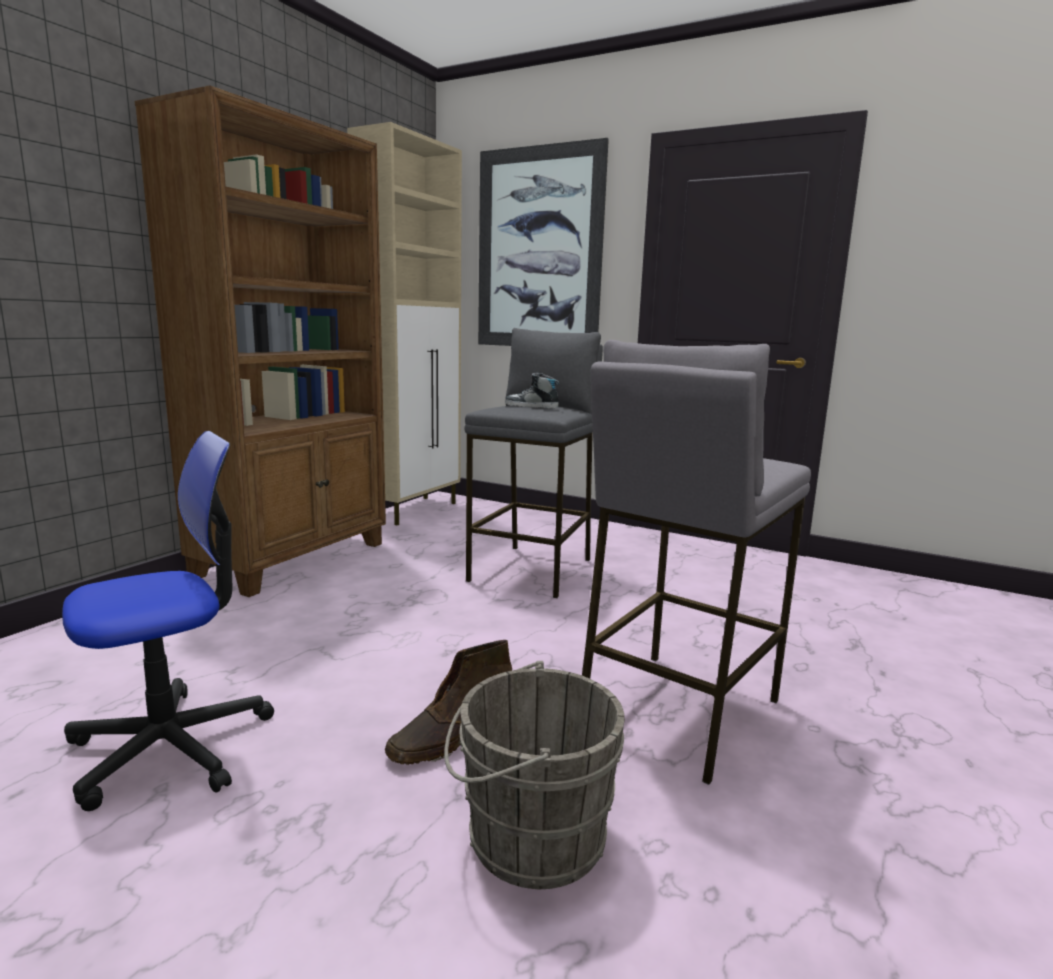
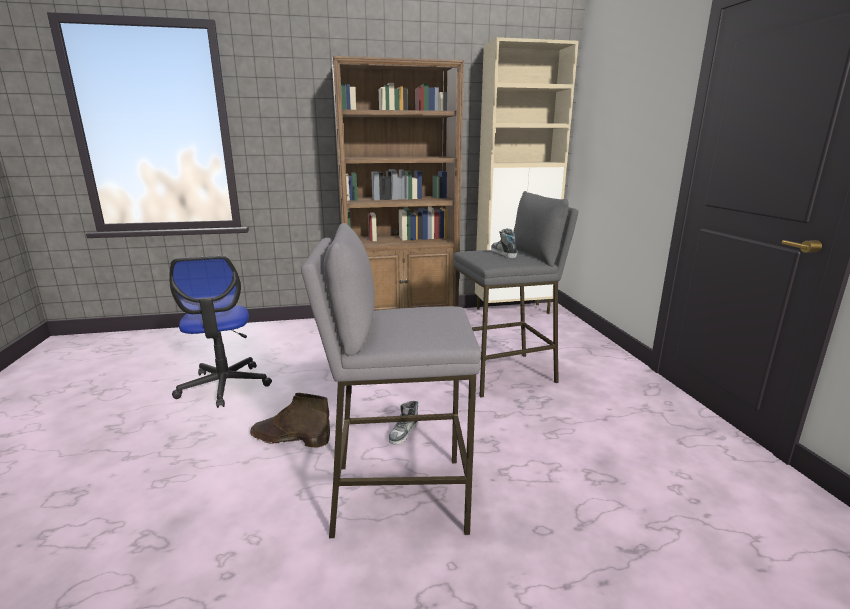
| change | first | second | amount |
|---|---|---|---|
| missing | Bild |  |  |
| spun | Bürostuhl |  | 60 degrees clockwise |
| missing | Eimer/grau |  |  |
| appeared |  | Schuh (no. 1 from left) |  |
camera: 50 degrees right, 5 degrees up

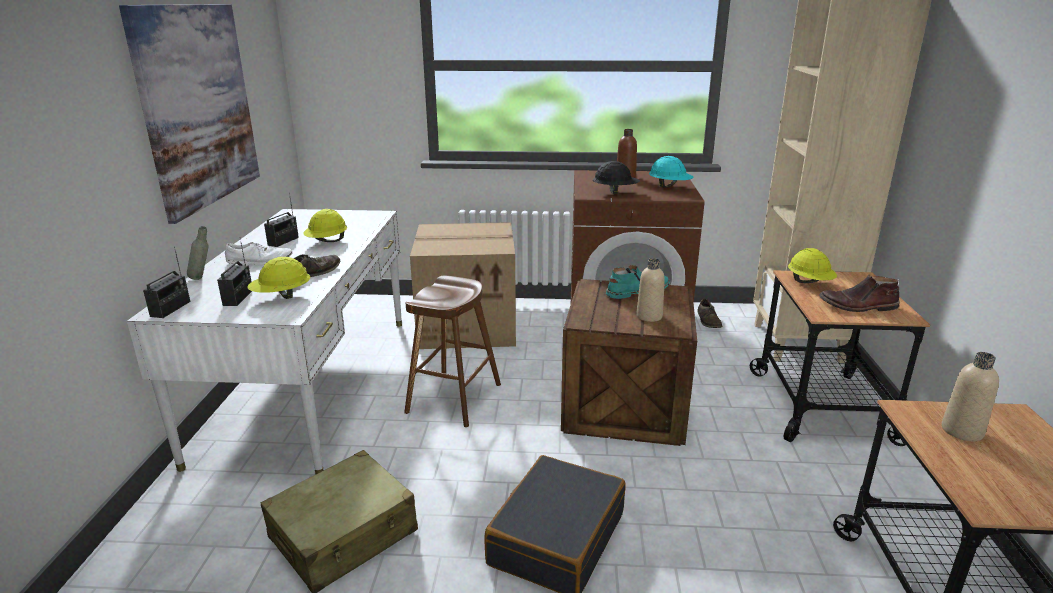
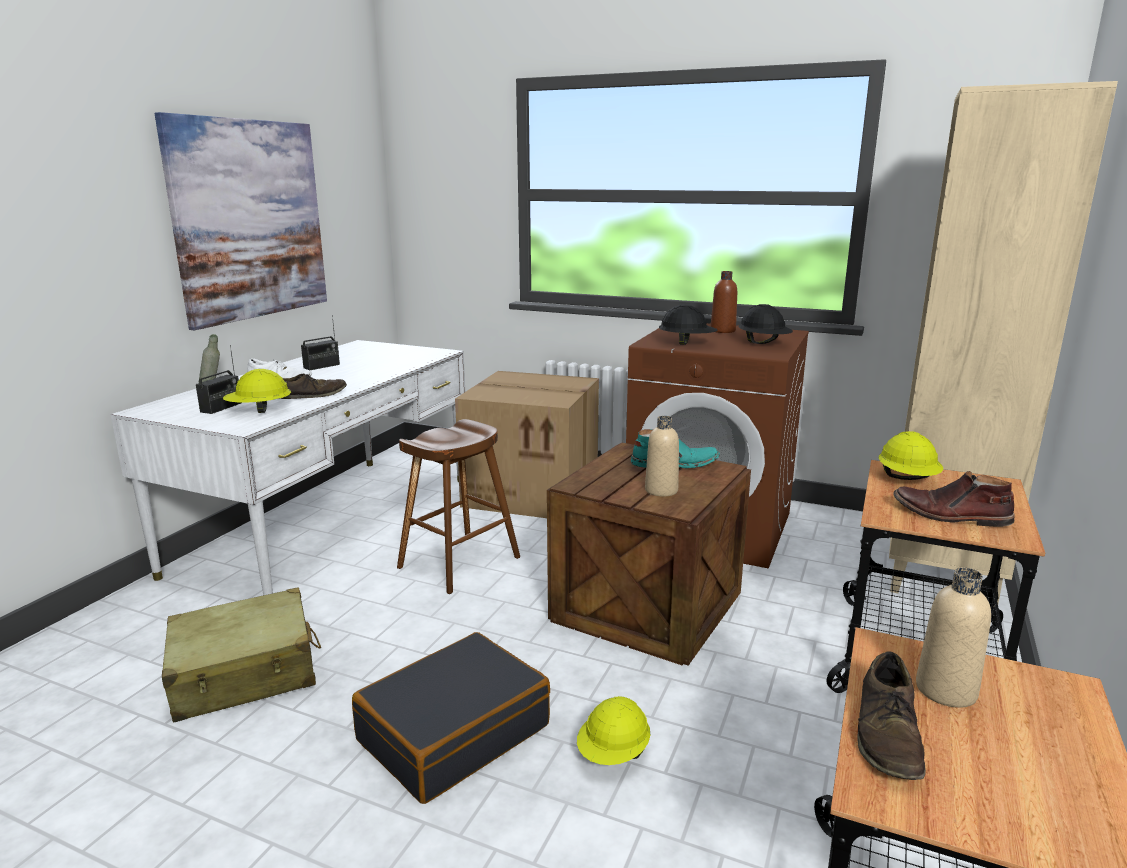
| change | first | second | amount |
|---|---|---|---|
| colour | Schutzhelm/türkis | Schutzhelm/schwarz (no. 2 from left) |  |
| relocated | Schutzhelm/gelb (no. 2 from left) |  |  |
| missing | Radio (no. 1 from left) |  |  |
| relocated | Schuh/braun (no. 2 from left) |  |  |
camera: 20 degrees right, 5 degrees down

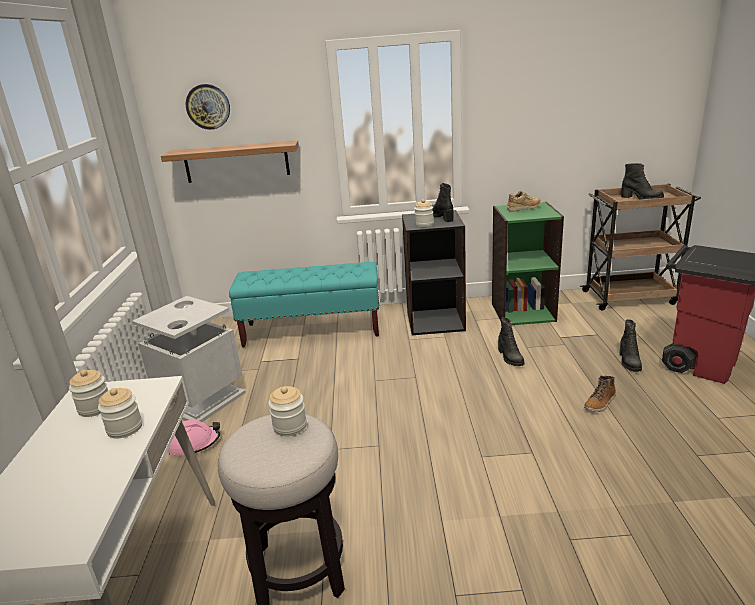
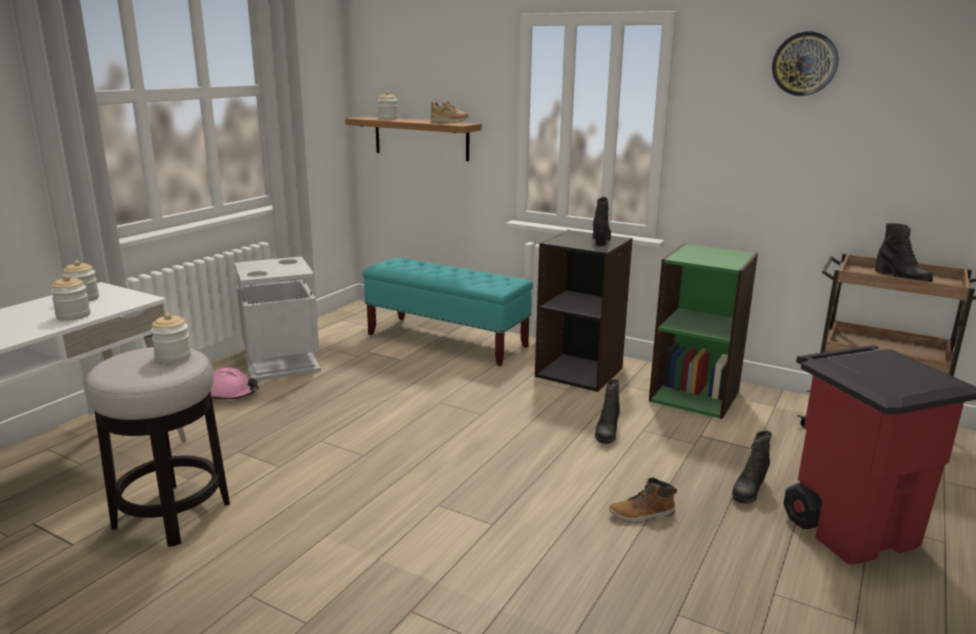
| change | first | second | amount |
|---|---|---|---|
| relocated | Wanduhr |  |  |
| relocated | Schuh/beige |  |  |
| relocated | Vorratsglas (no. 4 from left) |  |  |
camera: 30 degrees right, 5 degrees down

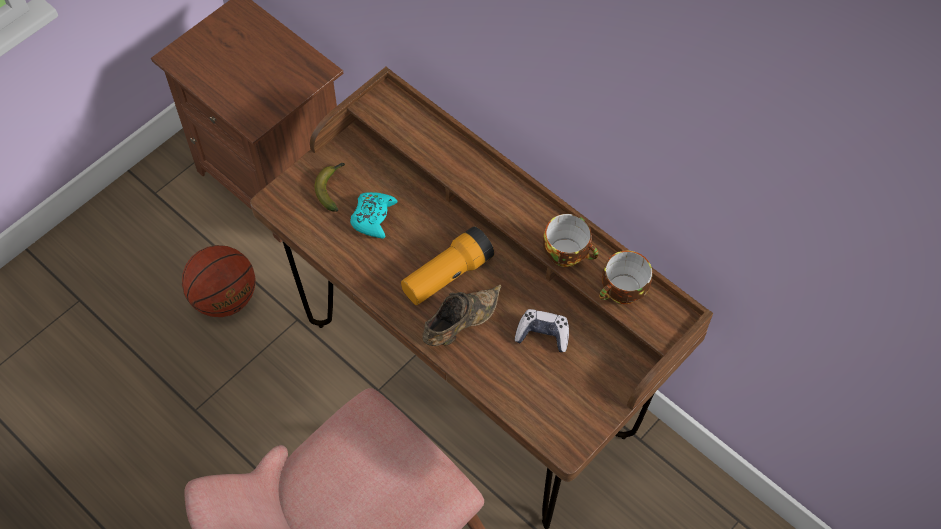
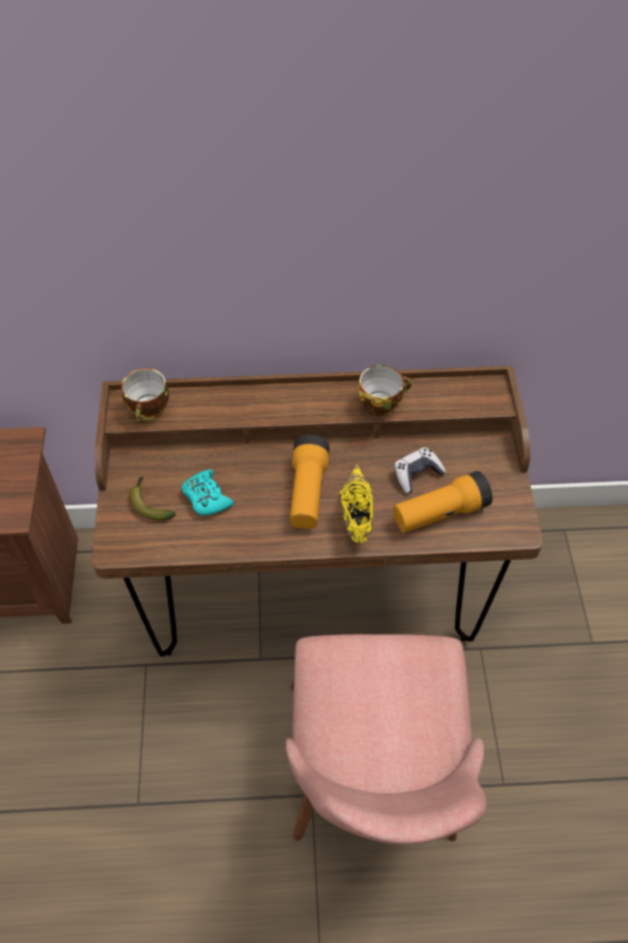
| change | first | second | amount |
|---|---|---|---|
| missing | Basketball |  |  |
| relocated | Tasse (no. 2 from left in the first image) | Tasse (no. 1 from left) |  |
| colour | Schuh/braun | Schuh/gelb |  |
| appeared |  | Taschenlampe (no. 2 from left) |  |
camera: 45 degrees left, 5 degrees down

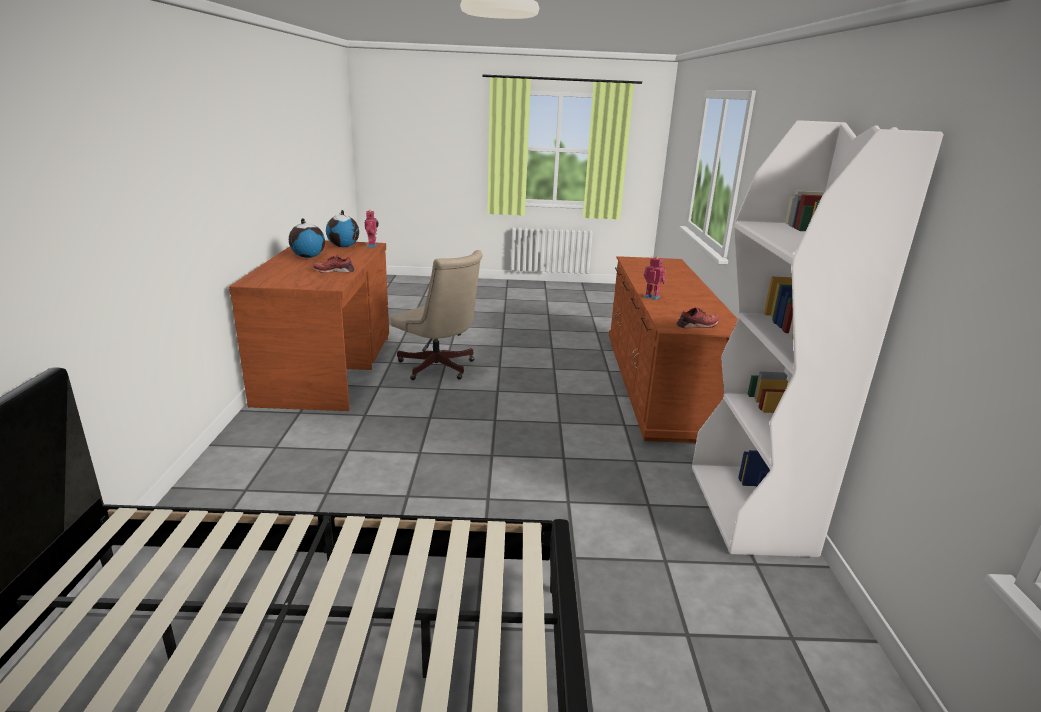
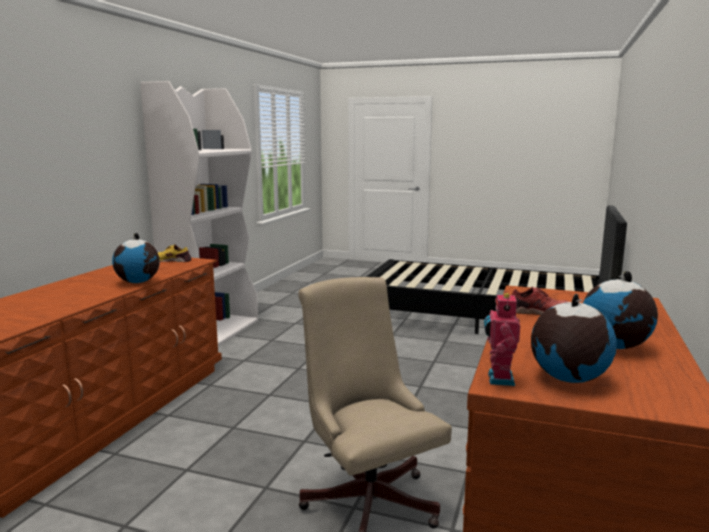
| change | first | second | amount |
|---|---|---|---|
| exchanged | Spielzeugroboter (no. 2 from left) | Globus (no. 1 from left) |  |
| colour | Schuh/rot (no. 2 from left) | Schuh/gelb |  |
camera: 160 degrees left, 10 degrees down

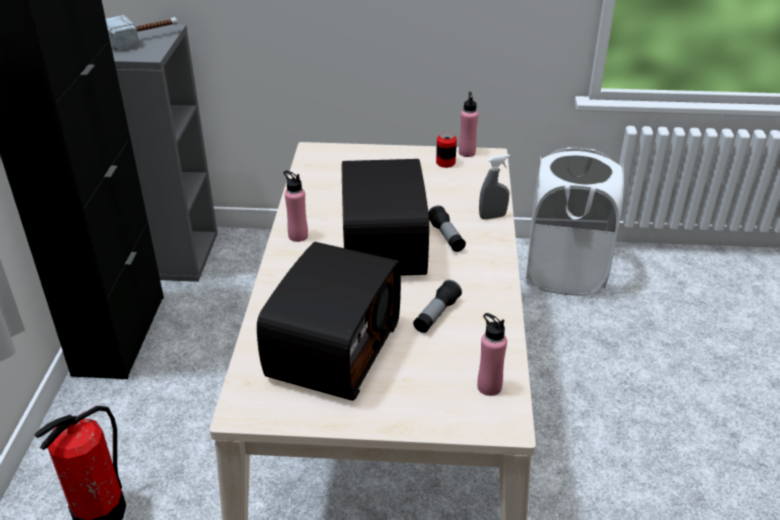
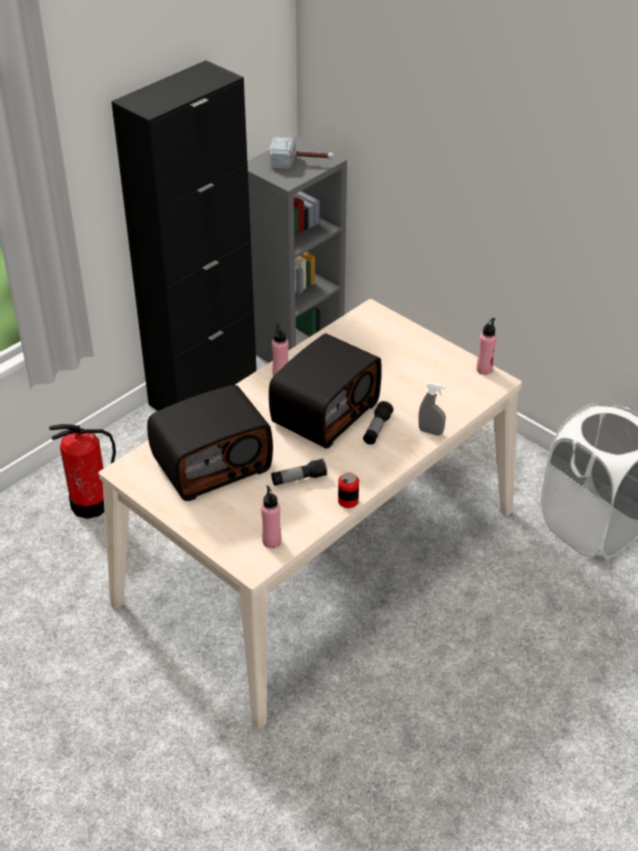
| change | first | second | amount |
|---|---|---|---|
| relocated | Dose |  |  |
camera: 40 degrees right, 5 degrees up

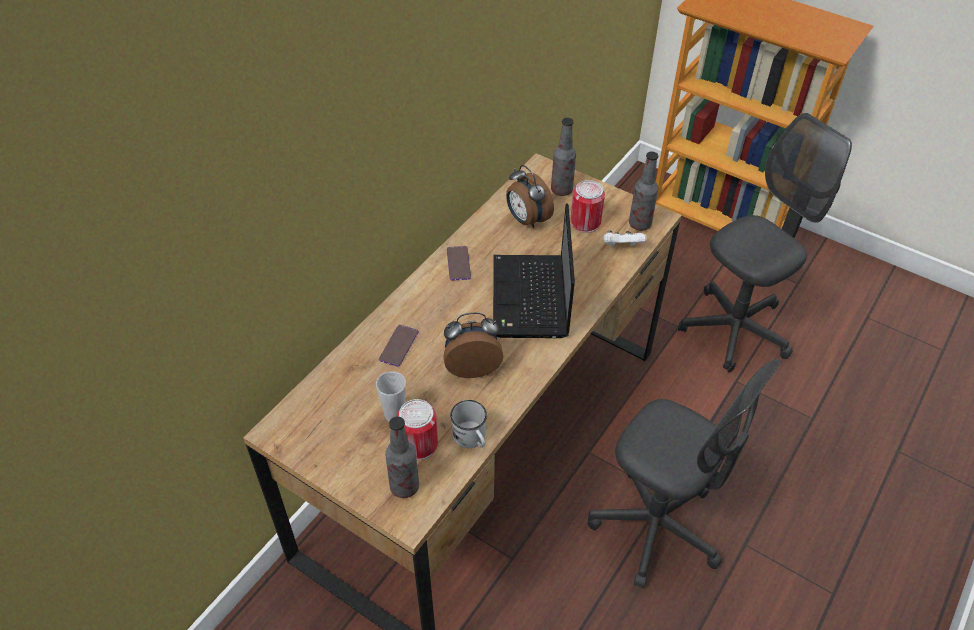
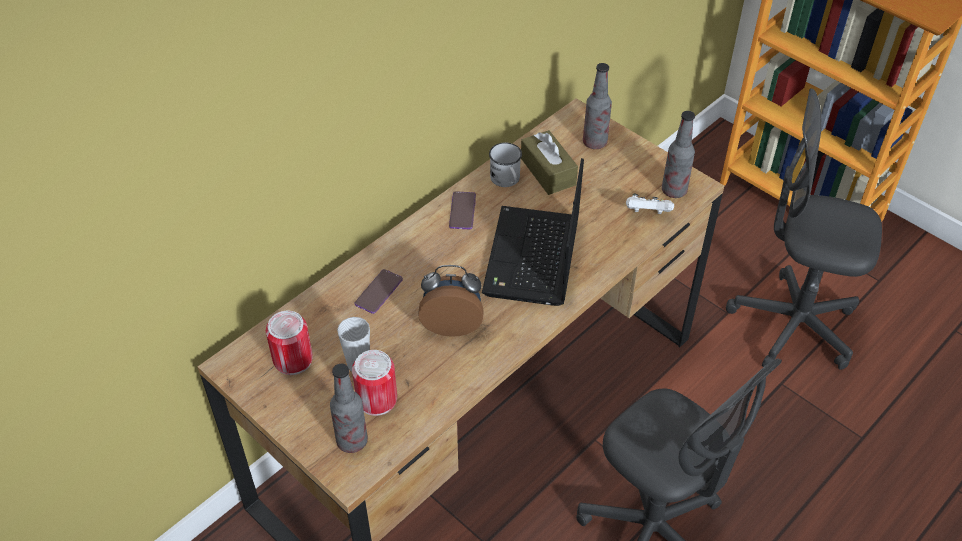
| change | first | second | amount |
|---|---|---|---|
| spun | Bürostuhl/grau (no. 2 from left) |  | 135 degrees counterclockwise |
| exchanged | Wecker (no. 2 from left) | Taschentuchbox/braun |  |
| relocated | Dose (no. 2 from left in the first image) | Dose (no. 1 from left) |  |
| relocated | Henkelbecher/weiß |  |  |
camera: 10 degrees right, 0 degrees up

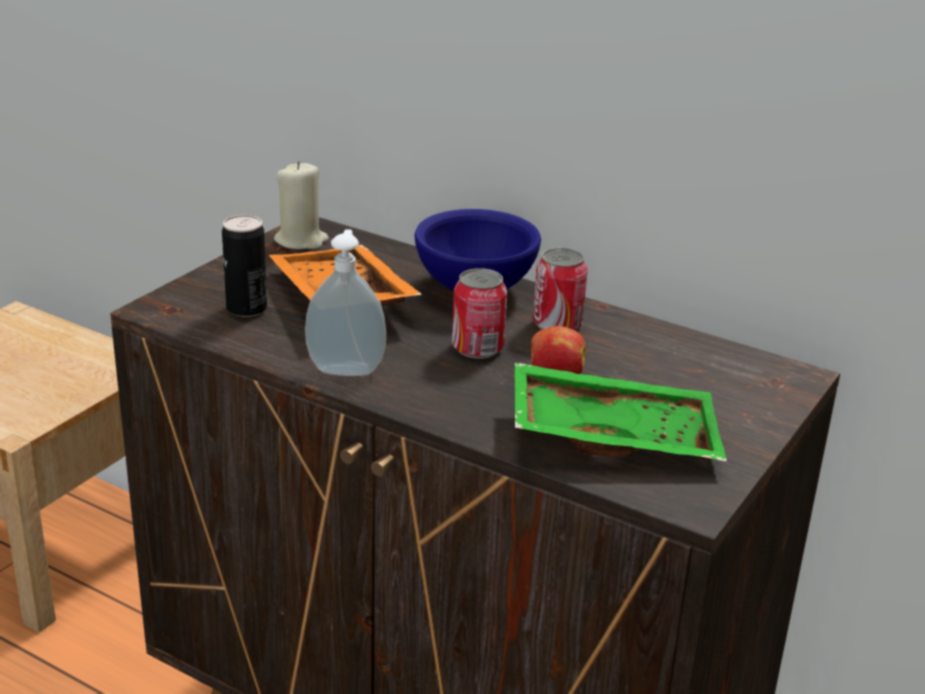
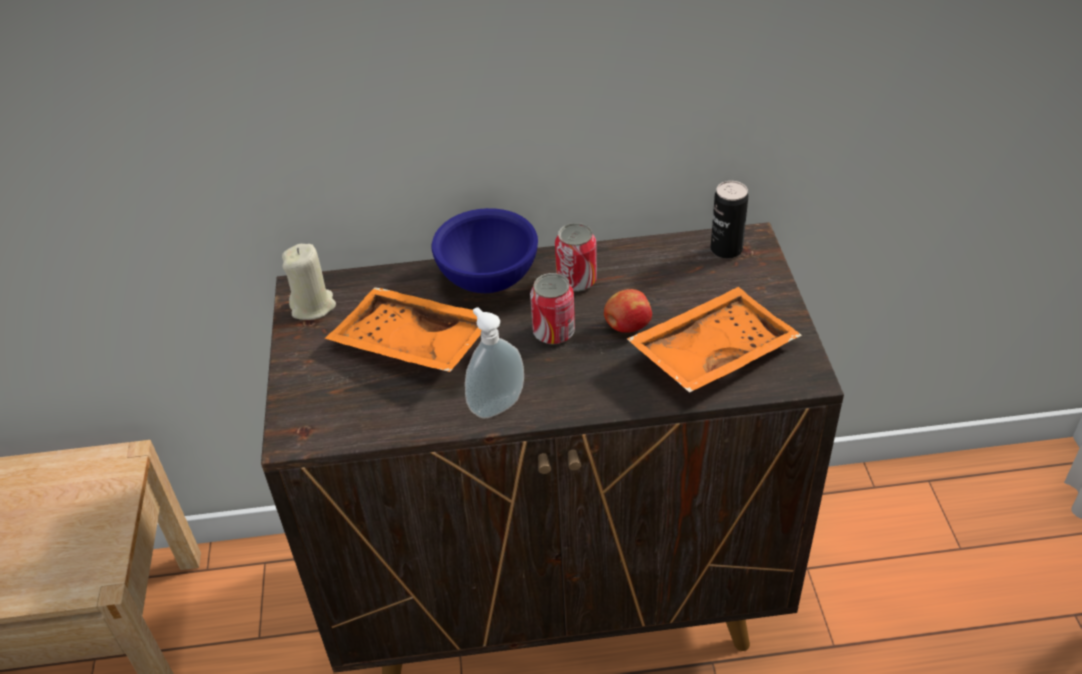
| change | first | second | amount |
|---|---|---|---|
| relocated | Dose (no. 1 from left in the first image) | Dose (no. 3 from left) |  |
| colour | Tablett/grün | Tablett/orange (no. 2 from left) |  |
camera: 35 degrees left, 15 degrees up

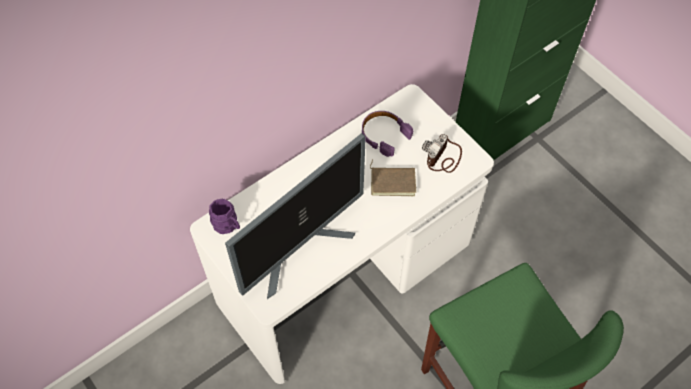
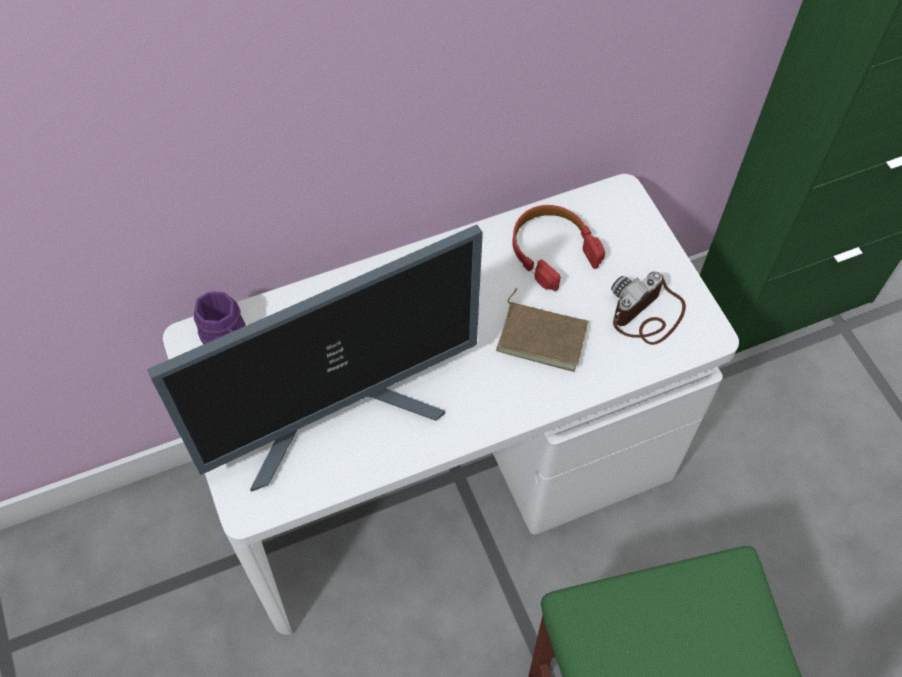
| change | first | second | amount |
|---|---|---|---|
| colour | Kopfhörer/lila | Kopfhörer/rot |  |
camera: 15 degrees right, 0 degrees up

